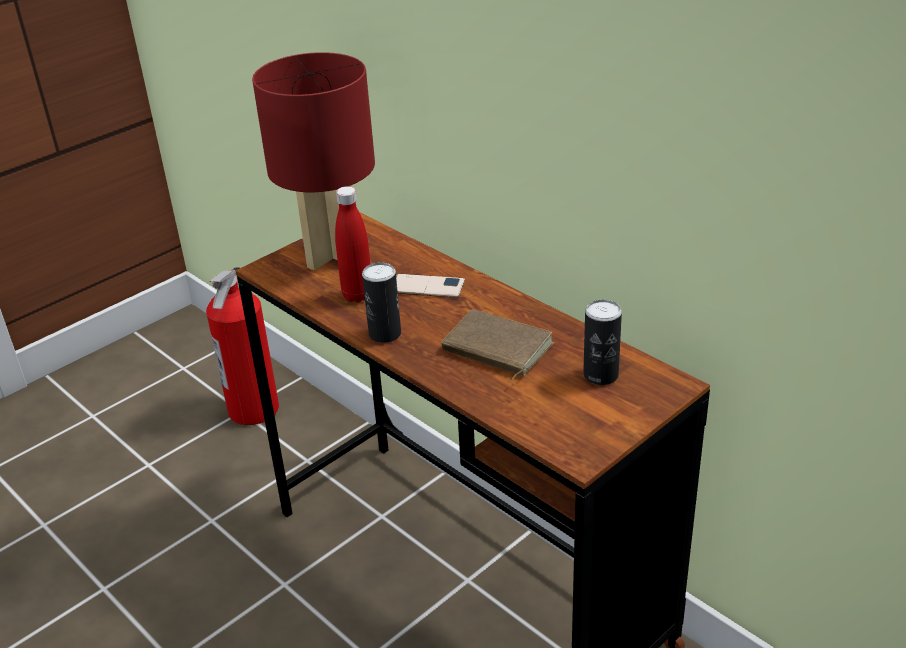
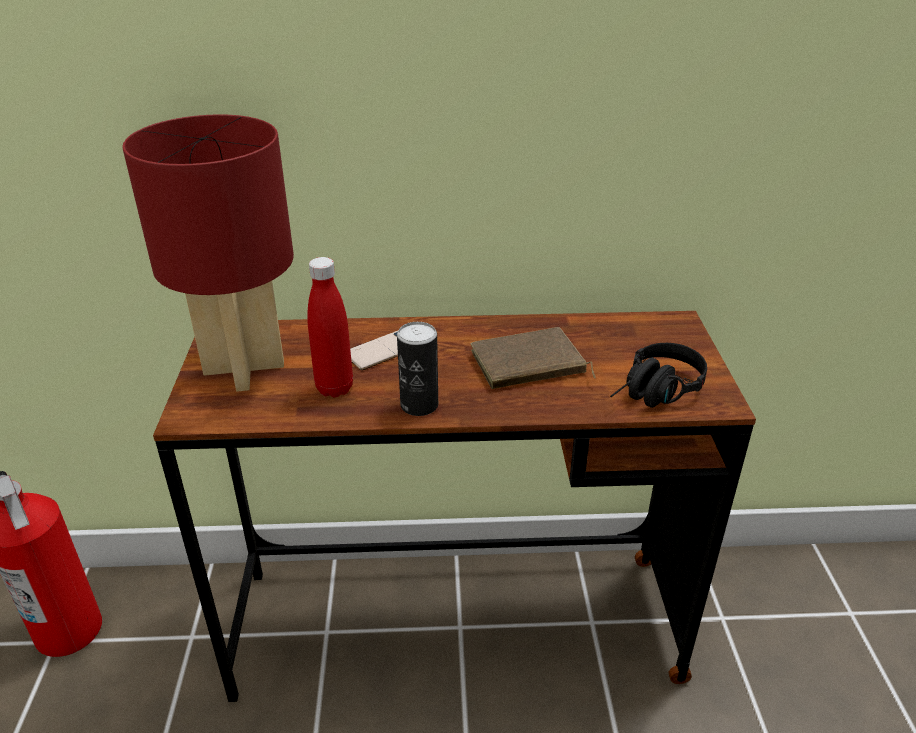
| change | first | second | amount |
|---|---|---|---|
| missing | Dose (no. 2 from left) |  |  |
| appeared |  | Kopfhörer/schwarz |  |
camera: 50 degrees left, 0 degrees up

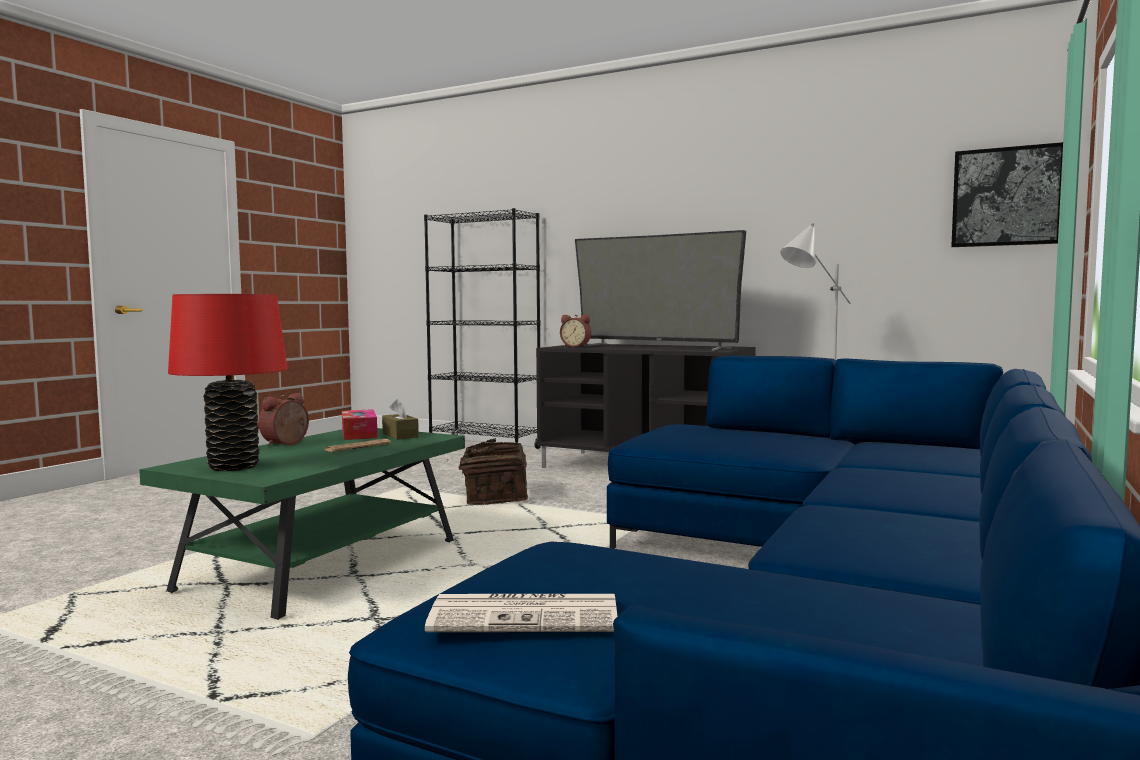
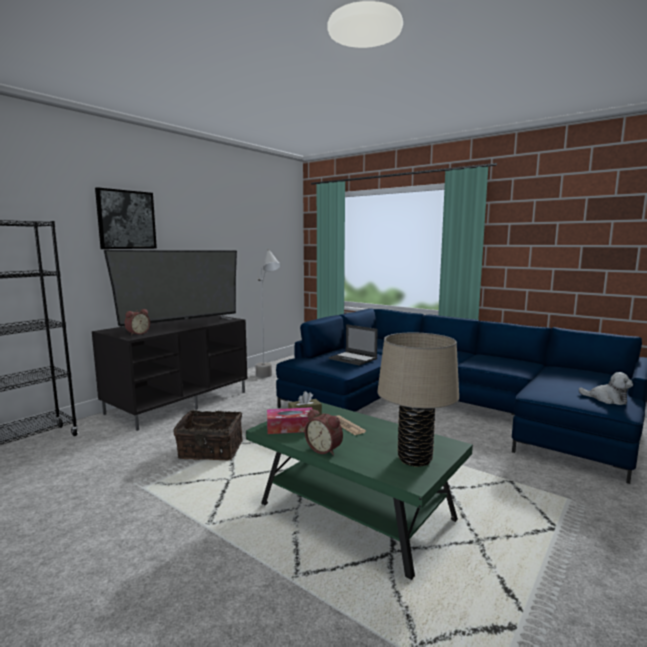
| change | first | second | amount |
|---|---|---|---|
| relocated | Bild |  |  |
| colour | Tischlampe/rot | Tischlampe/beige |  |
| exchanged | Zeitung (no. 2 from left) | Plüschtier |  |
| appeared |  | Laptop |  |
camera: 80 degrees left, 5 degrees up

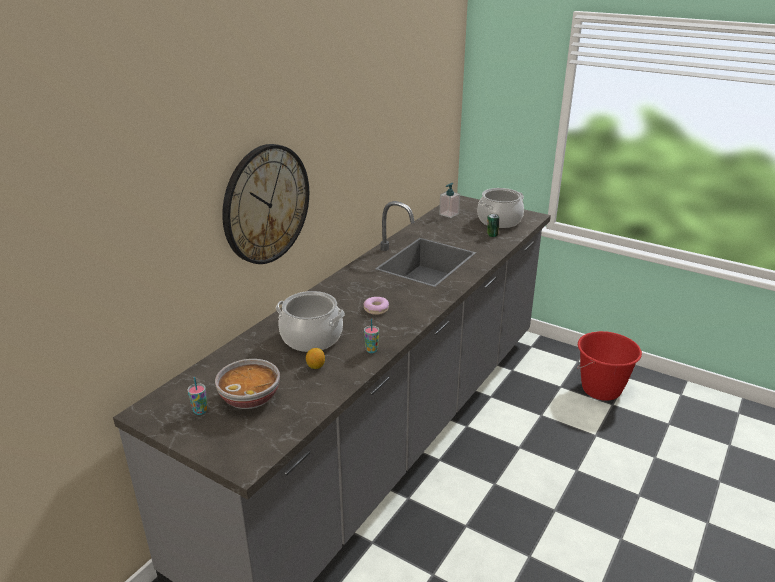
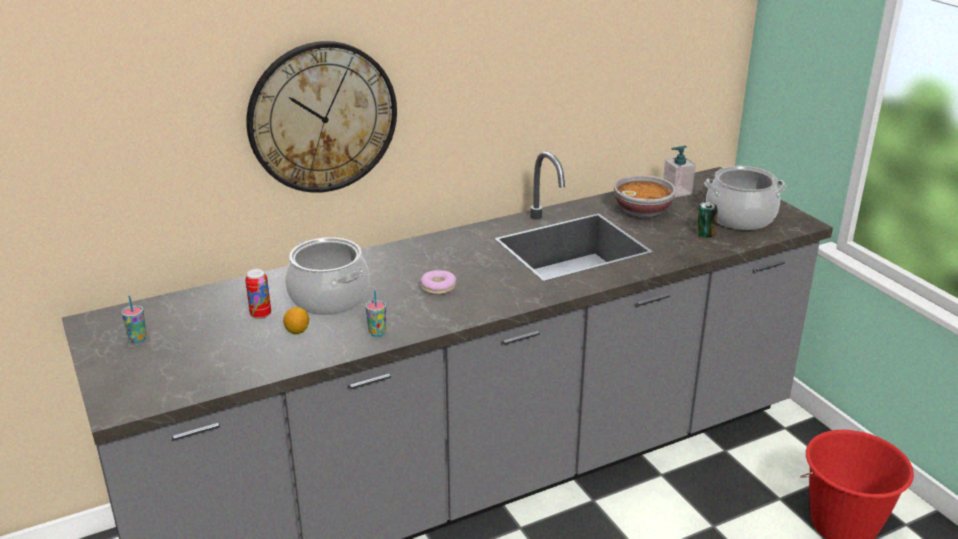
| change | first | second | amount |
|---|---|---|---|
| relocated | Schüssel |  |  |
| appeared |  | Dose (no. 1 from left) |  |
camera: 30 degrees right, 0 degrees up

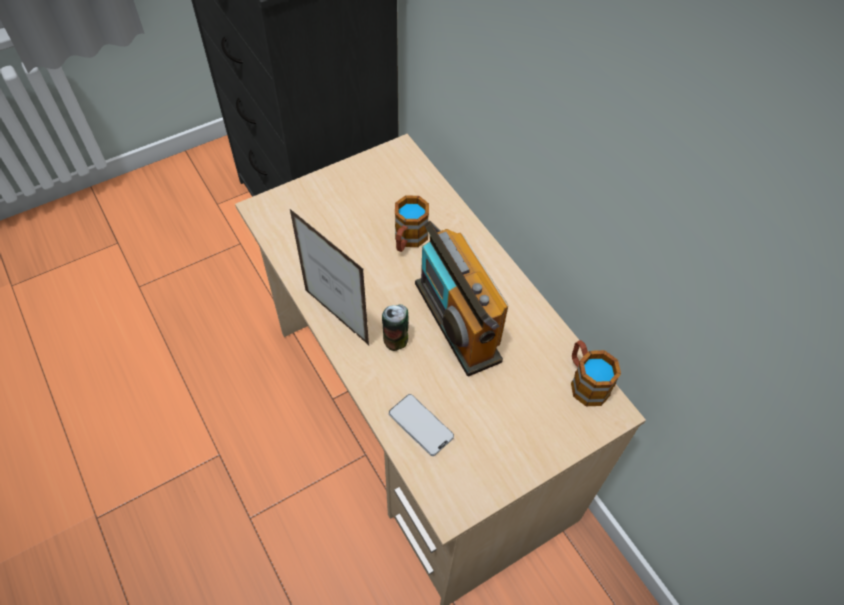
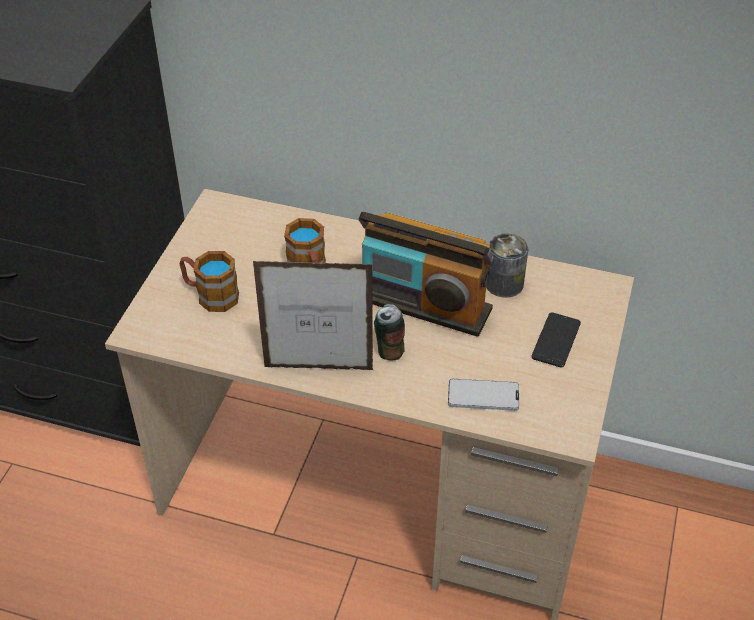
| change | first | second | amount |
|---|---|---|---|
| relocated | Henkelbecher (no. 2 from left in the first image) | Henkelbecher (no. 1 from left) |  |
| appeared |  | Dose (no. 2 from left) |  |
| appeared |  | Handy (no. 2 from left) |  |
camera: 40 degrees left, 10 degrees down

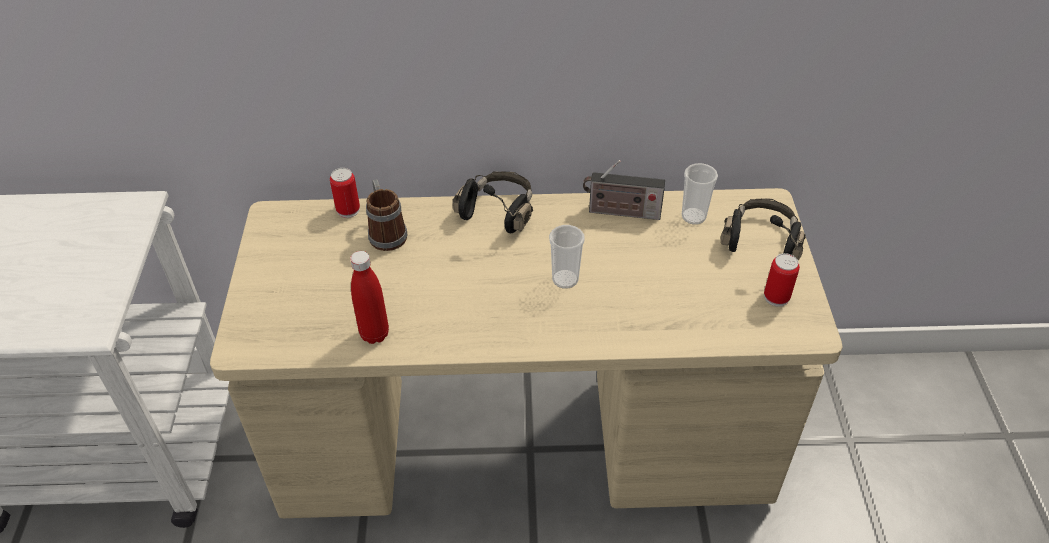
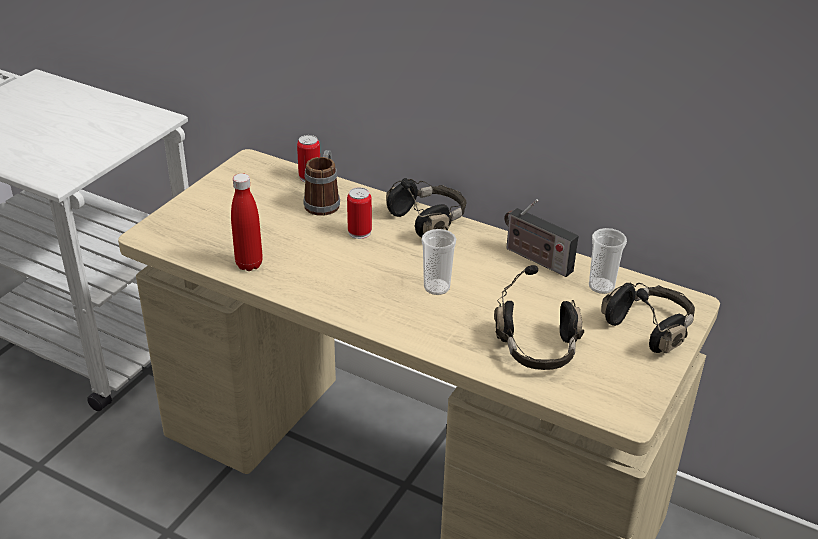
| change | first | second | amount |
|---|---|---|---|
| relocated | Dose (no. 2 from left) |  |  |
| appeared |  | Kopfhörer/schwarz (no. 2 from left) |  |
camera: 30 degrees right, 10 degrees down

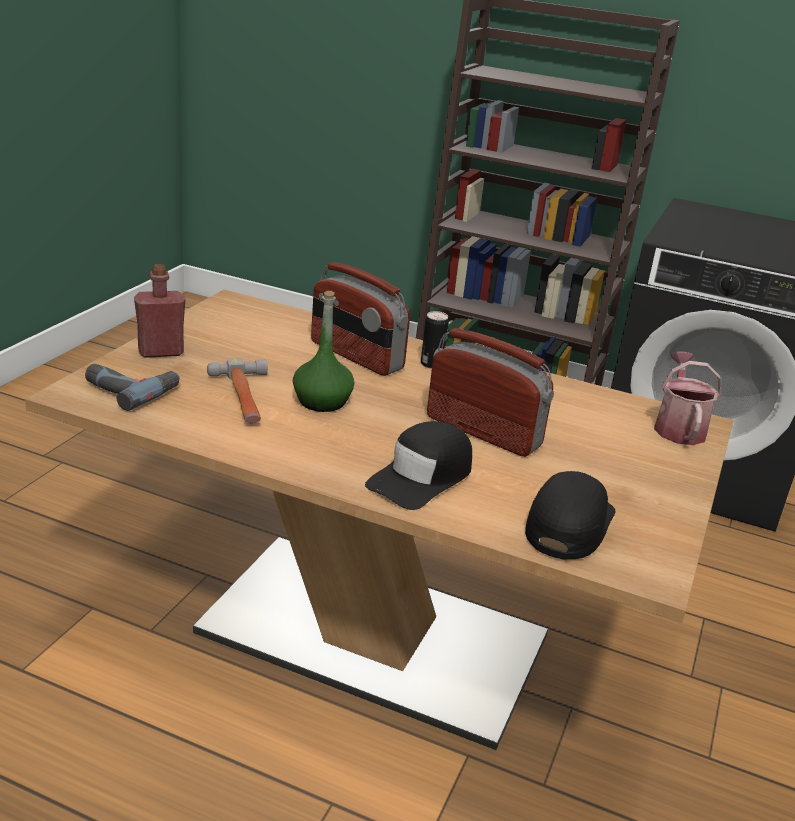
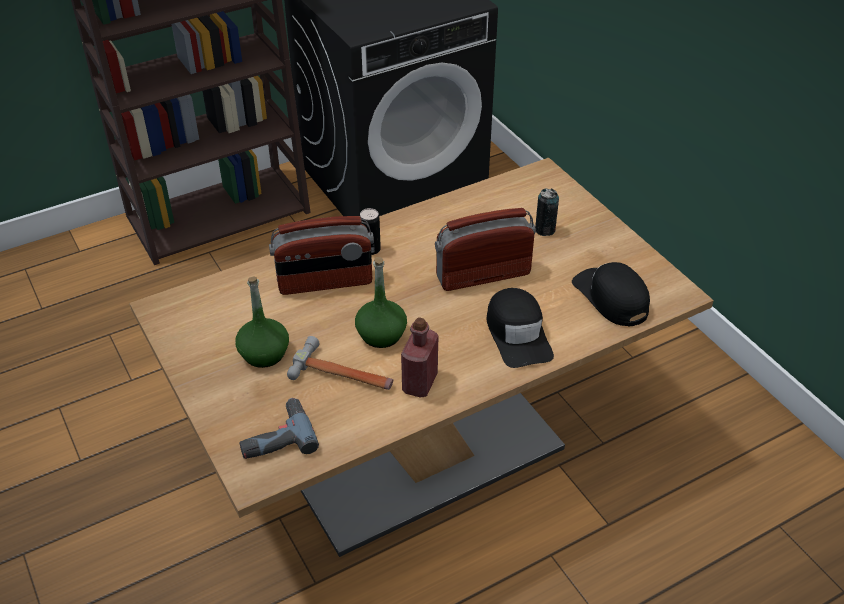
| change | first | second | amount |
|---|---|---|---|
| relocated | Flasche/rot |  |  |
| missing | Gießkanne |  |  |
| appeared |  | Dose (no. 2 from left) |  |
| appeared |  | Flasche/grün (no. 1 from left) |  |
camera: 50 degrees left, 15 degrees up

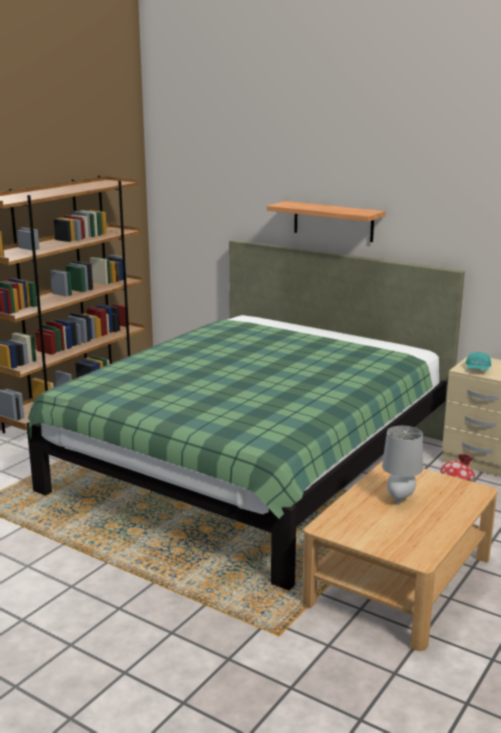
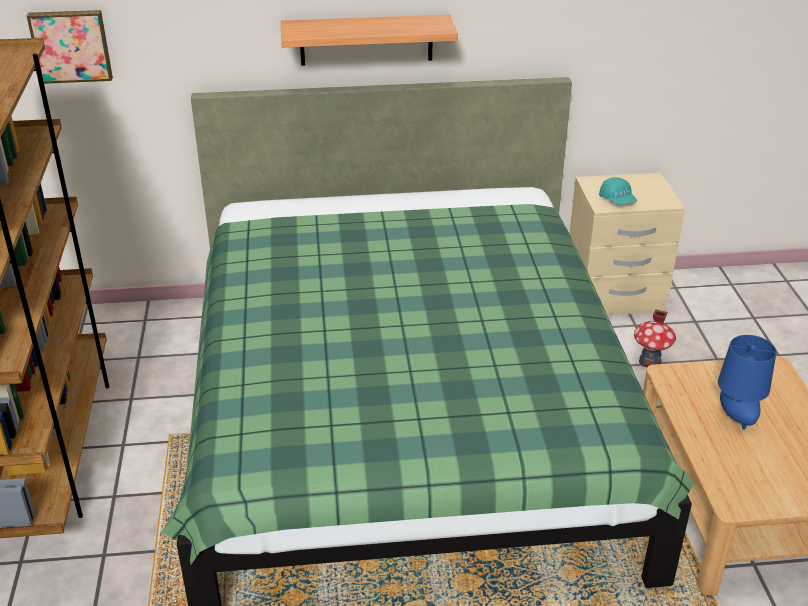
| change | first | second | amount |
|---|---|---|---|
| colour | Tischlampe/grau | Tischlampe/blau |  |
| appeared |  | Bild |  |
camera: 40 degrees left, 15 degrees up

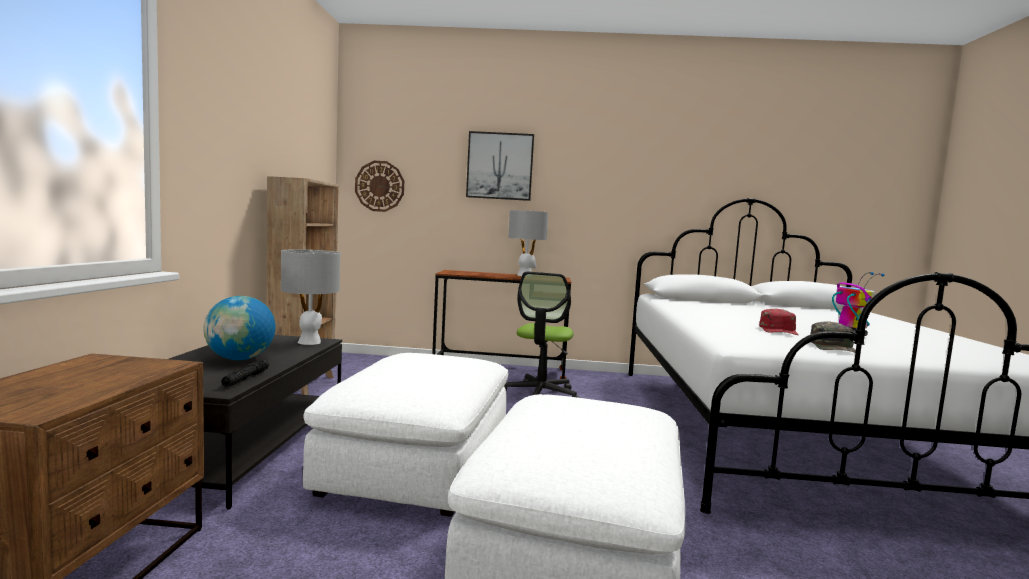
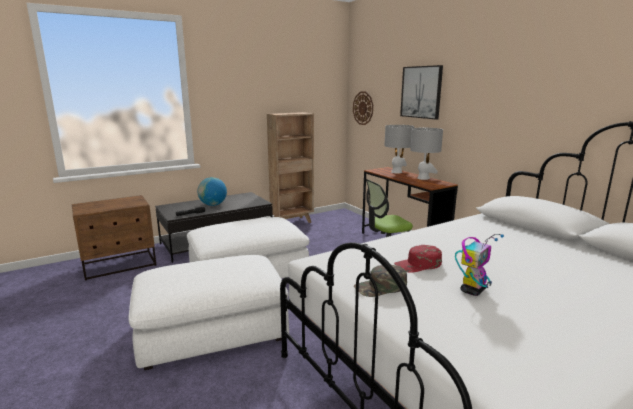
| change | first | second | amount |
|---|---|---|---|
| relocated | Tischlampe/grau (no. 1 from left) |  |  |
camera: 55 degrees right, 10 degrees up

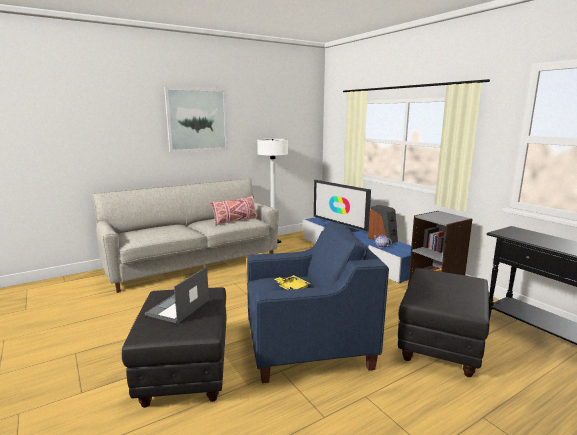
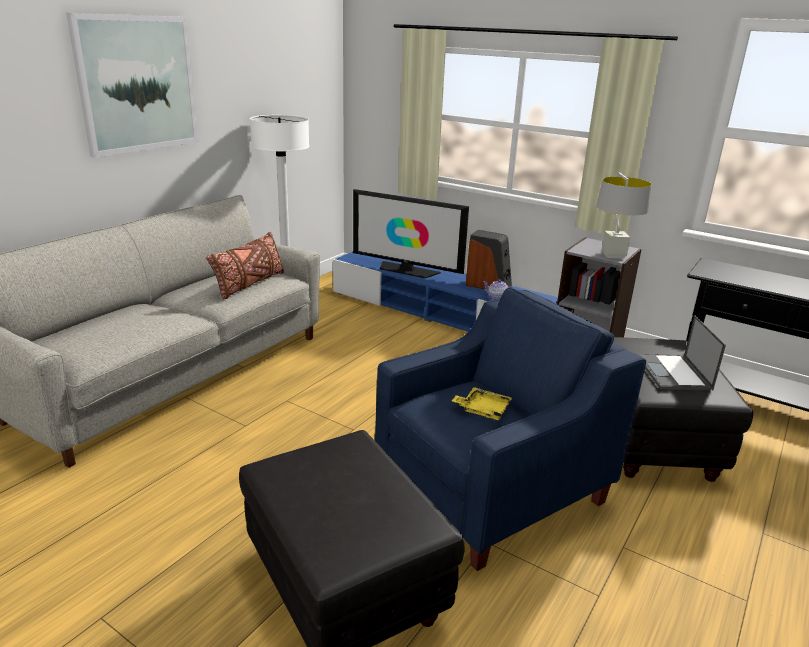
| change | first | second | amount |
|---|---|---|---|
| colour | Kissen/rosa | Kissen/braun |  |
| relocated | Laptop |  |  |
| appeared |  | Tischlampe/grau |  |
camera: 25 degrees left, 10 degrees up

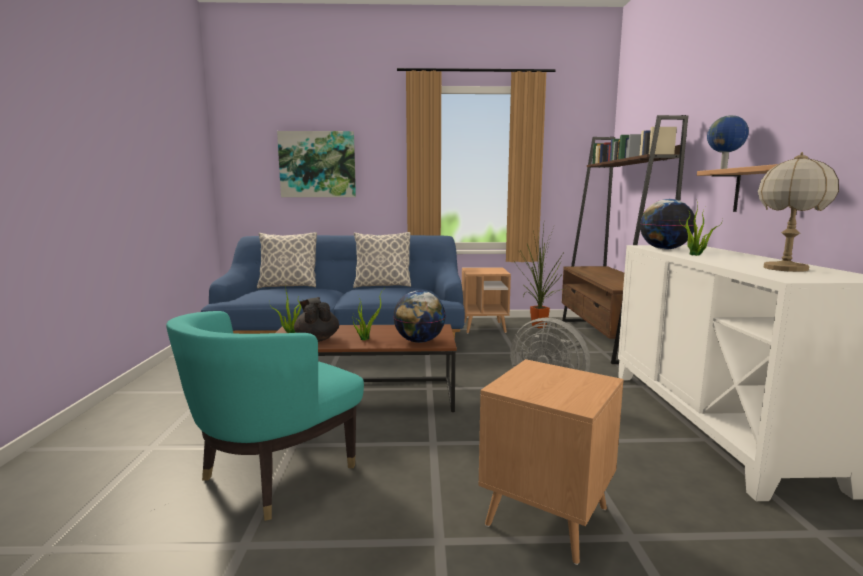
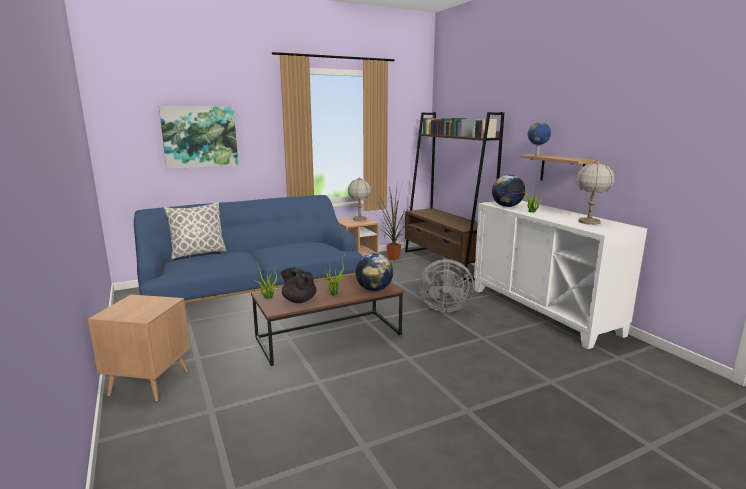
| change | first | second | amount |
|---|---|---|---|
| missing | Kissen (no. 2 from left) |  |  |
| missing | Sessel/türkis |  |  |
| relocated | Beistelltisch/braun (no. 2 from left in the first image) | Beistelltisch/braun (no. 1 from left) |  |
| appeared |  | Tischlampe (no. 1 from left) |  |
camera: 25 degrees left, 5 degrees up

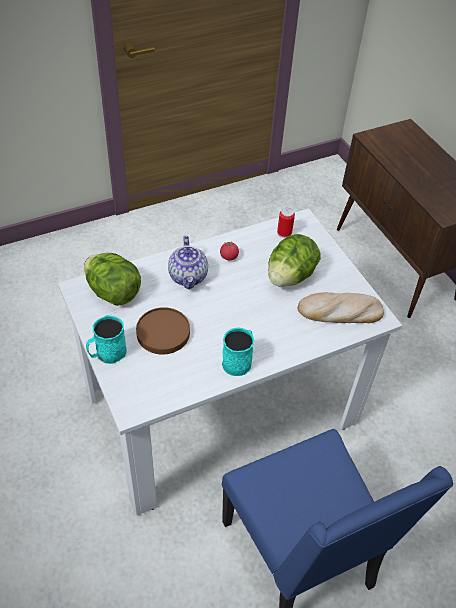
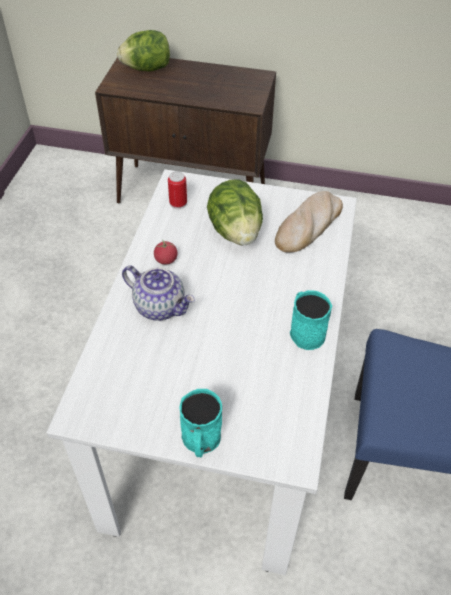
| change | first | second | amount |
|---|---|---|---|
| relocated | Salatkopf (no. 1 from left) |  |  |
| missing | Teller/braun |  |  |
camera: 50 degrees left, 0 degrees up

